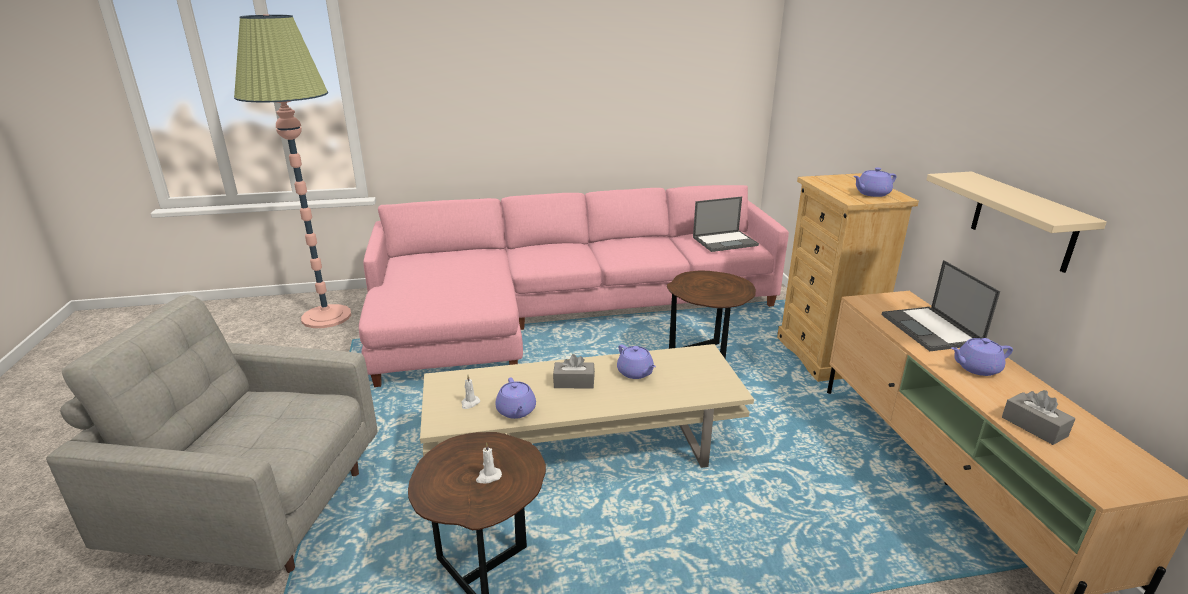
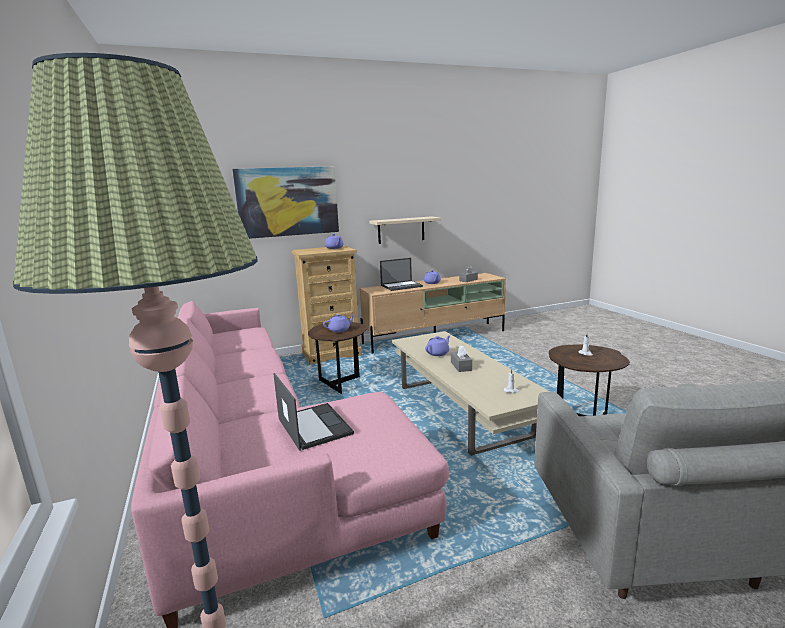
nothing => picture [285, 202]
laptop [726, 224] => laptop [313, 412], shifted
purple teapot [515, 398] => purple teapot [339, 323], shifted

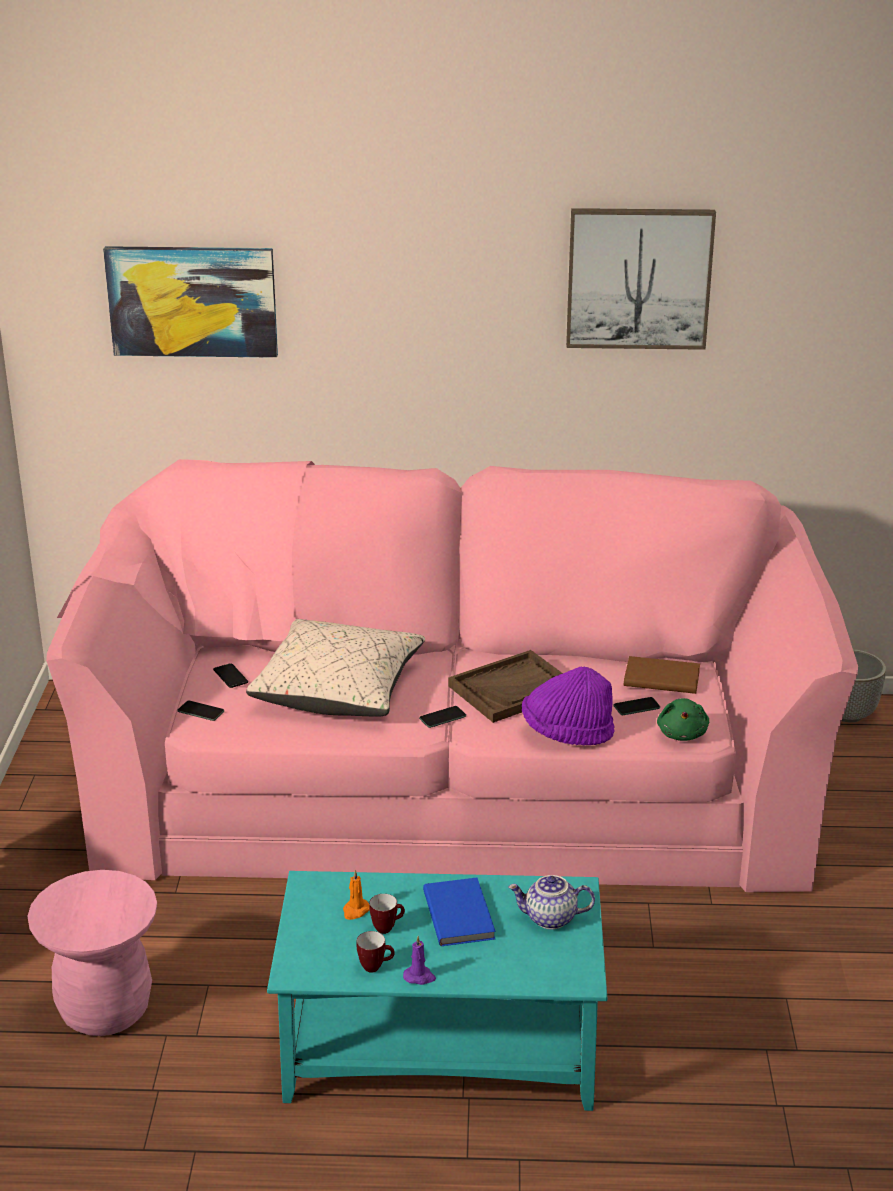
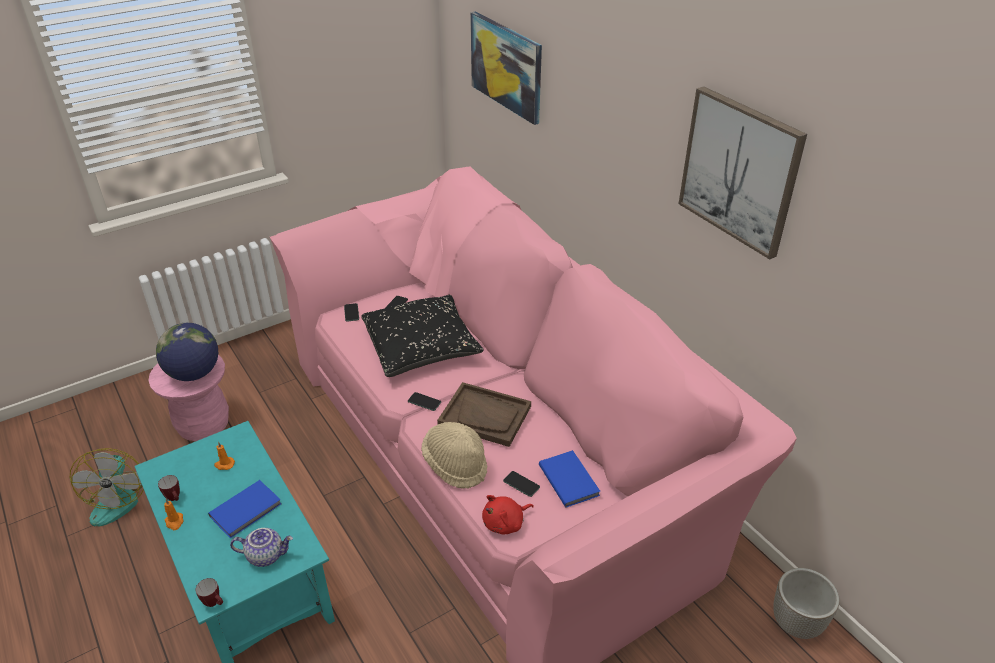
nothing => fan [107, 487]
nothing => globe [187, 352]
purple candle [419, 960] => orange candle [174, 514]
mug [387, 914] => mug [209, 592], shifted
teapot [551, 902] => teapot [261, 547], 120 degrees clockwise
beige pillow [335, 668] => black pillow [422, 336]
purple hat [568, 706] => beige hat [454, 455]
green plush toy [683, 719] => red plush toy [508, 514]
brown book [662, 675] => blue book [569, 479]

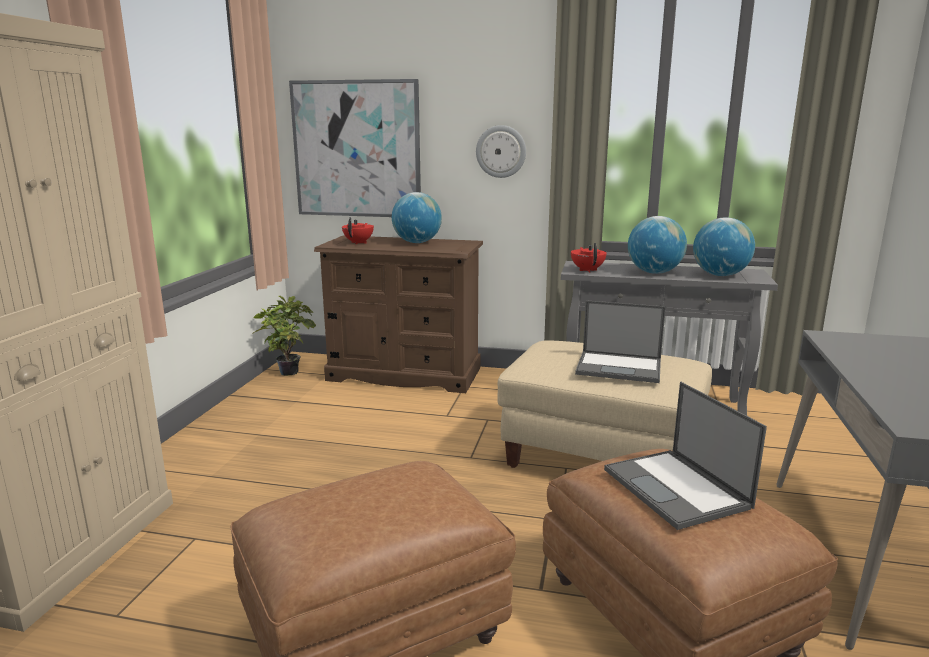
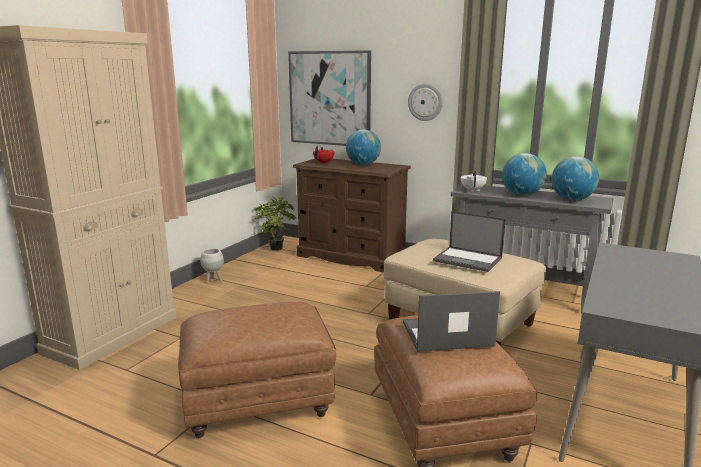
nothing => white planter [212, 266]
laptop [685, 456] => laptop [451, 321], 90 degrees clockwise
red teapot [589, 257] => white teapot [474, 181]

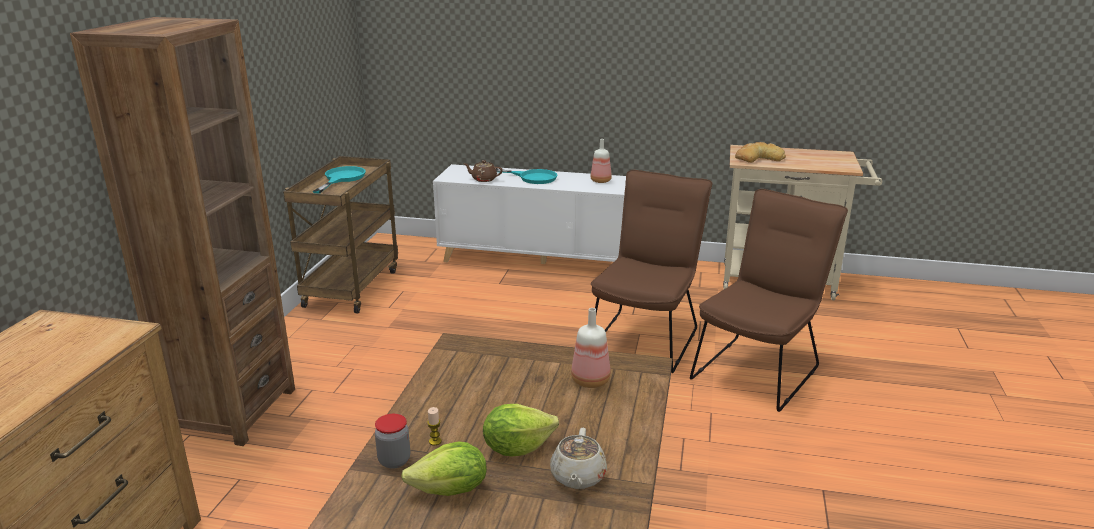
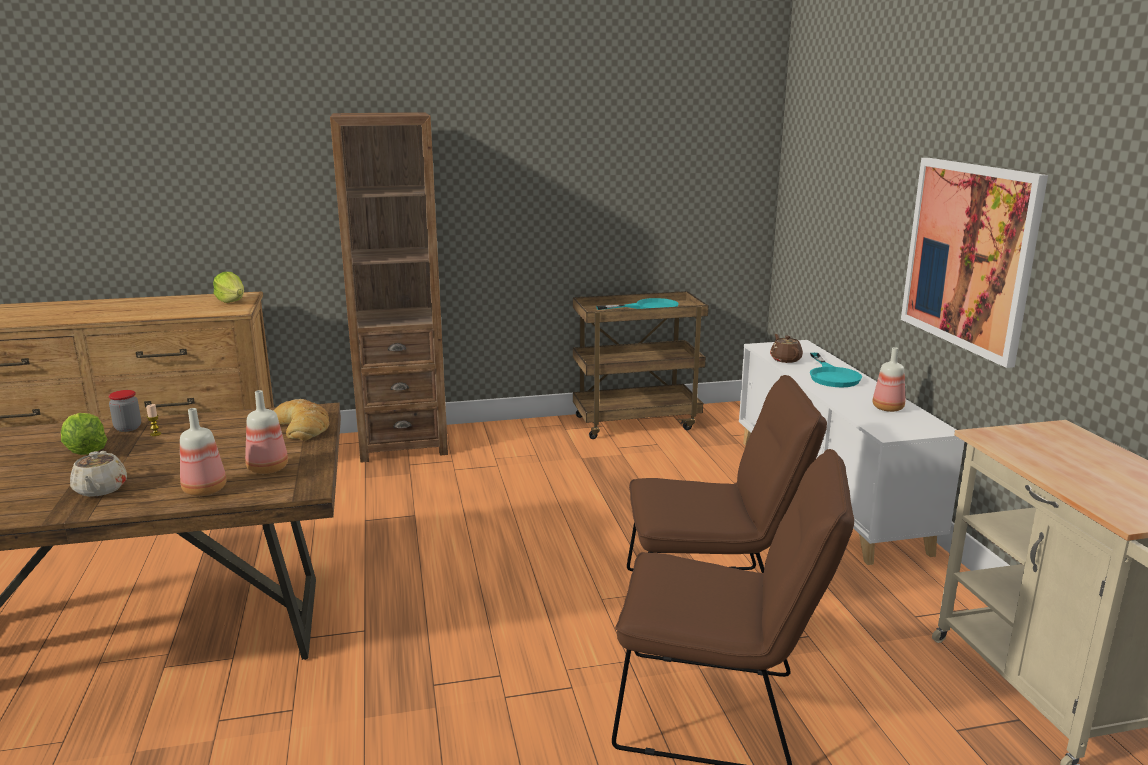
beige teapot [578, 458] => beige teapot [98, 474], 90 degrees counterclockwise
nothing => bottle [203, 452]
lettuce [521, 430] => lettuce [228, 287], shifted
bread [760, 152] => bread [301, 420], shifted
nothing => picture [974, 263]

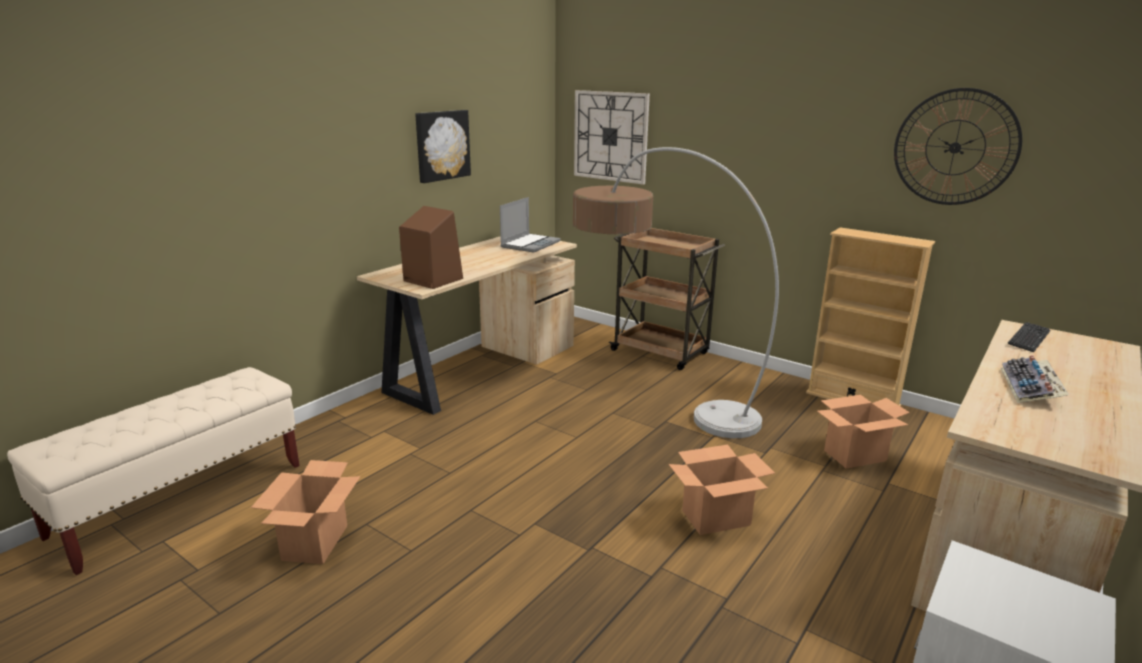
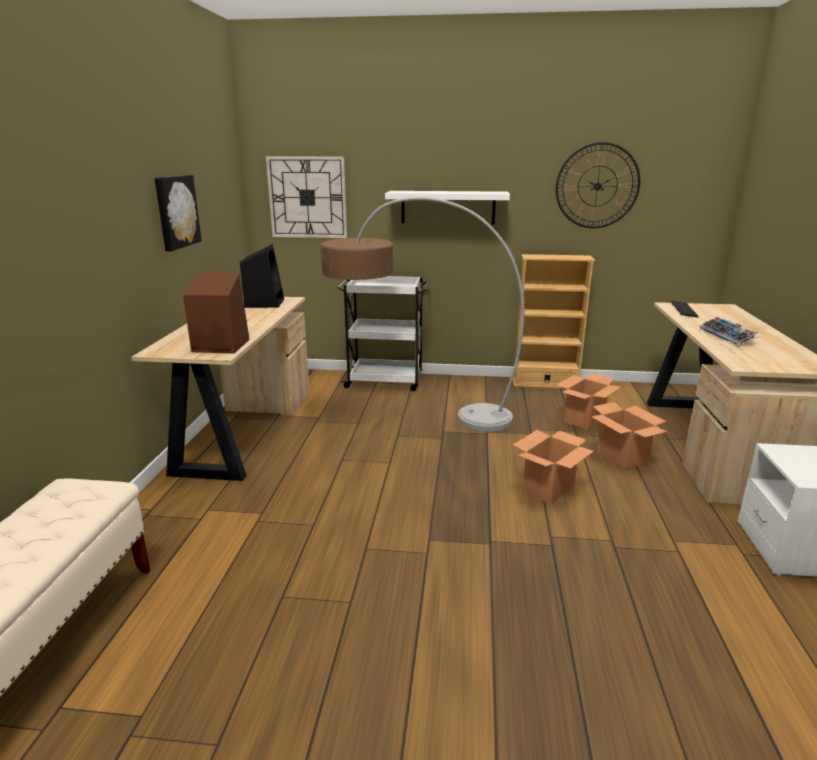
laptop [530, 225] => black speaker [262, 276]
brown cart [666, 299] => white cart [383, 333]
nothing => white shelf [447, 208]
cardboard box [306, 512] => cardboard box [629, 435], shifted

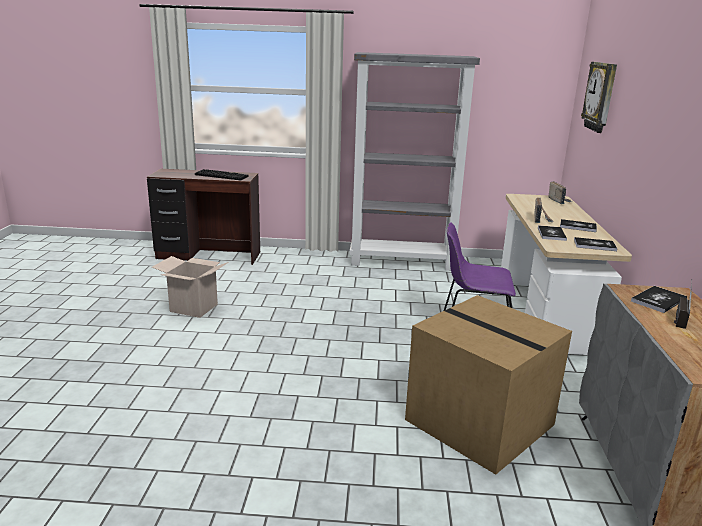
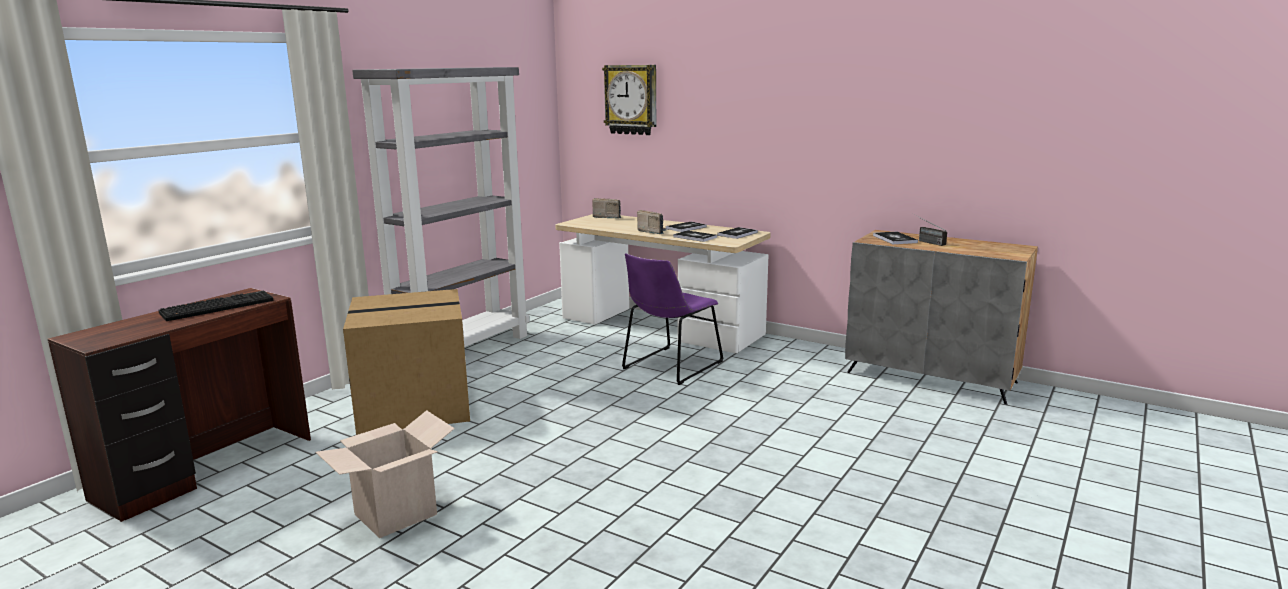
cardboard box [488, 385] => cardboard box [406, 362], shifted

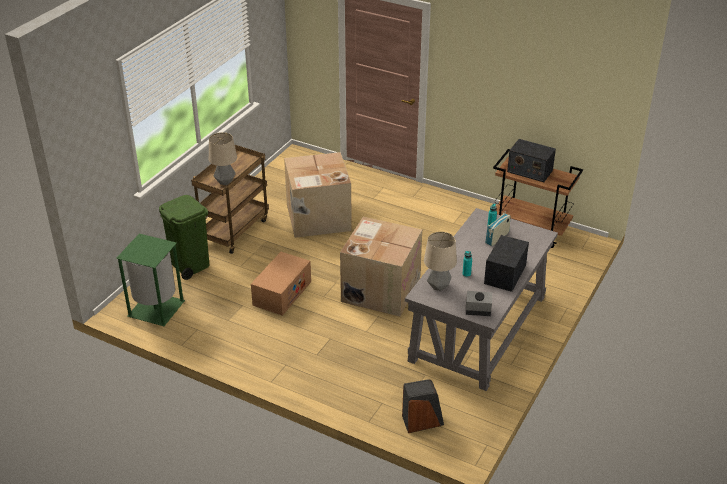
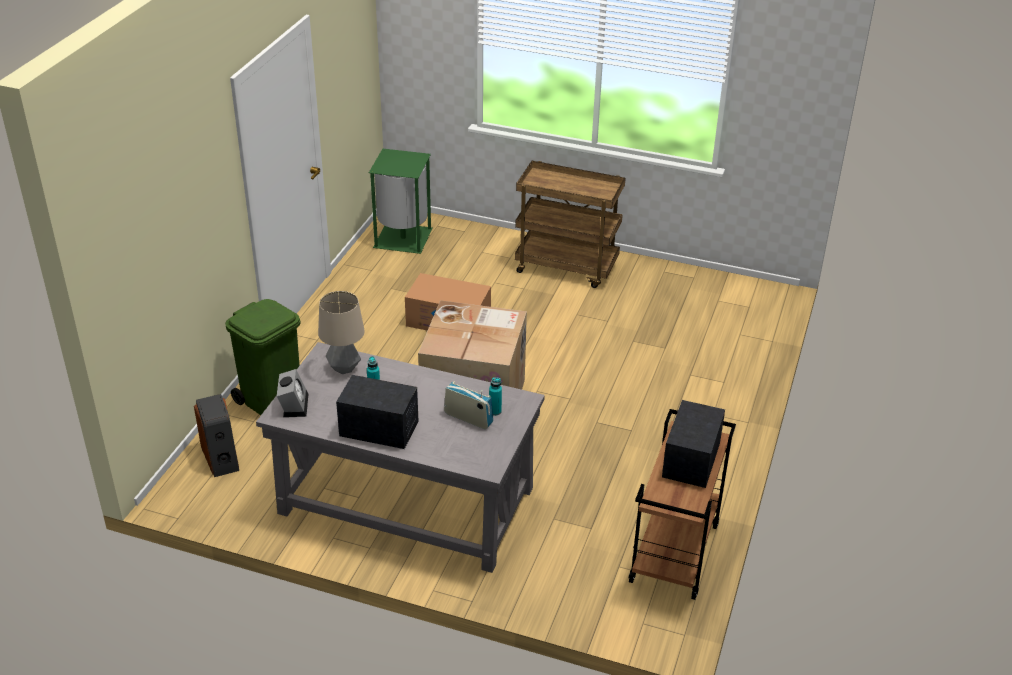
green trash can [184, 237] => green trash can [262, 357], shifted
table lamp [223, 158] => nothing
cardboard box [318, 195] => nothing

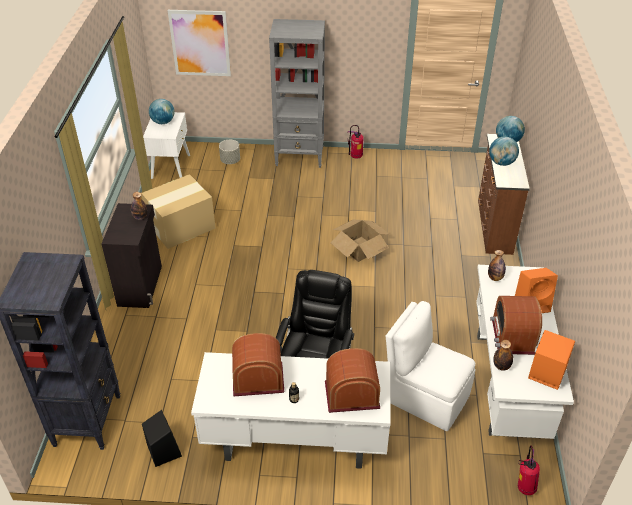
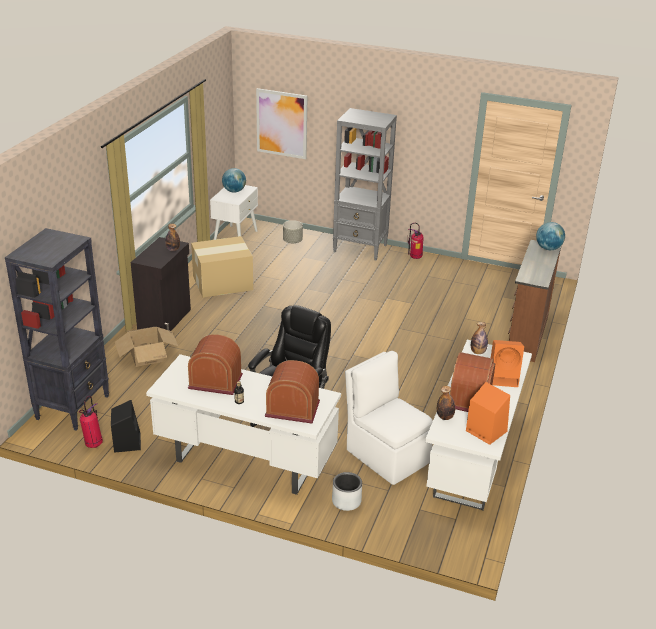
fire extinguisher [529, 470] => fire extinguisher [91, 422], shifted
cardboard box [360, 240] => cardboard box [147, 347], shifted
nothing => grey planter [347, 491]
globe [504, 151] => nothing

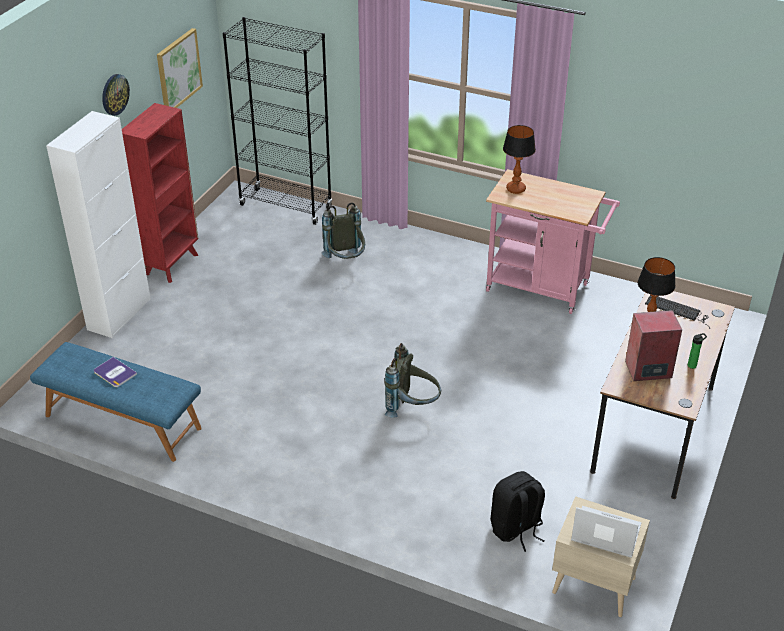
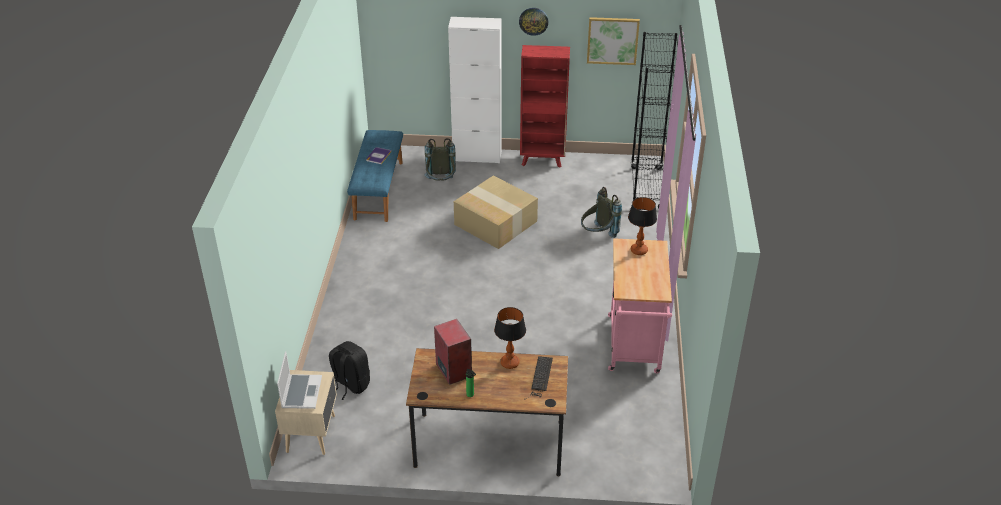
grey backpack [412, 380] => grey backpack [440, 159], shifted
nothing => cardboard box [496, 212]

